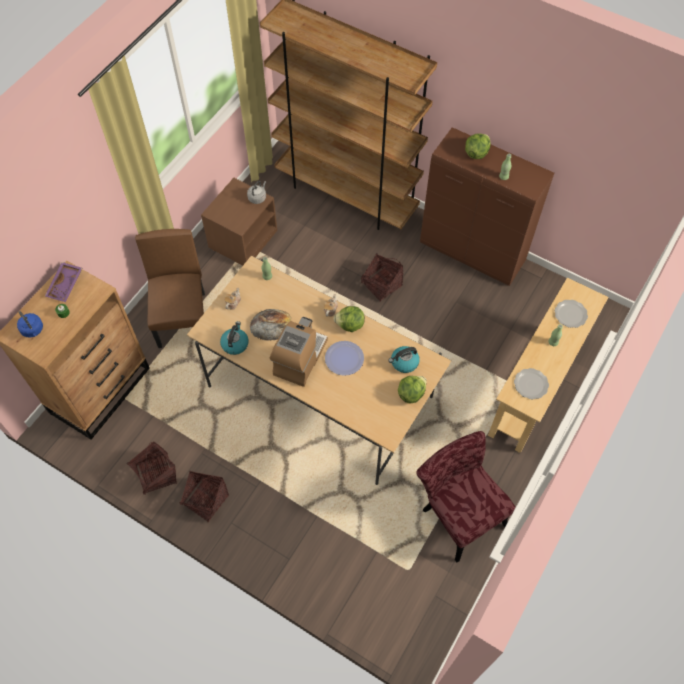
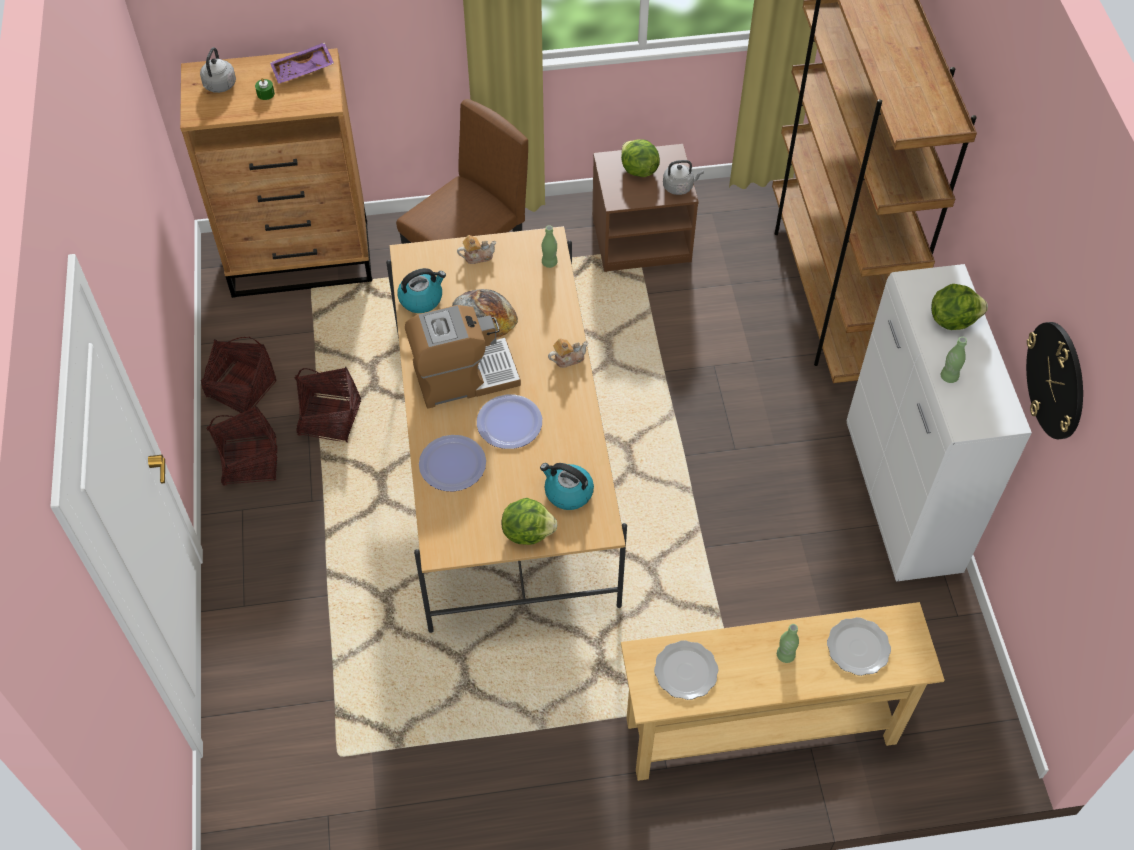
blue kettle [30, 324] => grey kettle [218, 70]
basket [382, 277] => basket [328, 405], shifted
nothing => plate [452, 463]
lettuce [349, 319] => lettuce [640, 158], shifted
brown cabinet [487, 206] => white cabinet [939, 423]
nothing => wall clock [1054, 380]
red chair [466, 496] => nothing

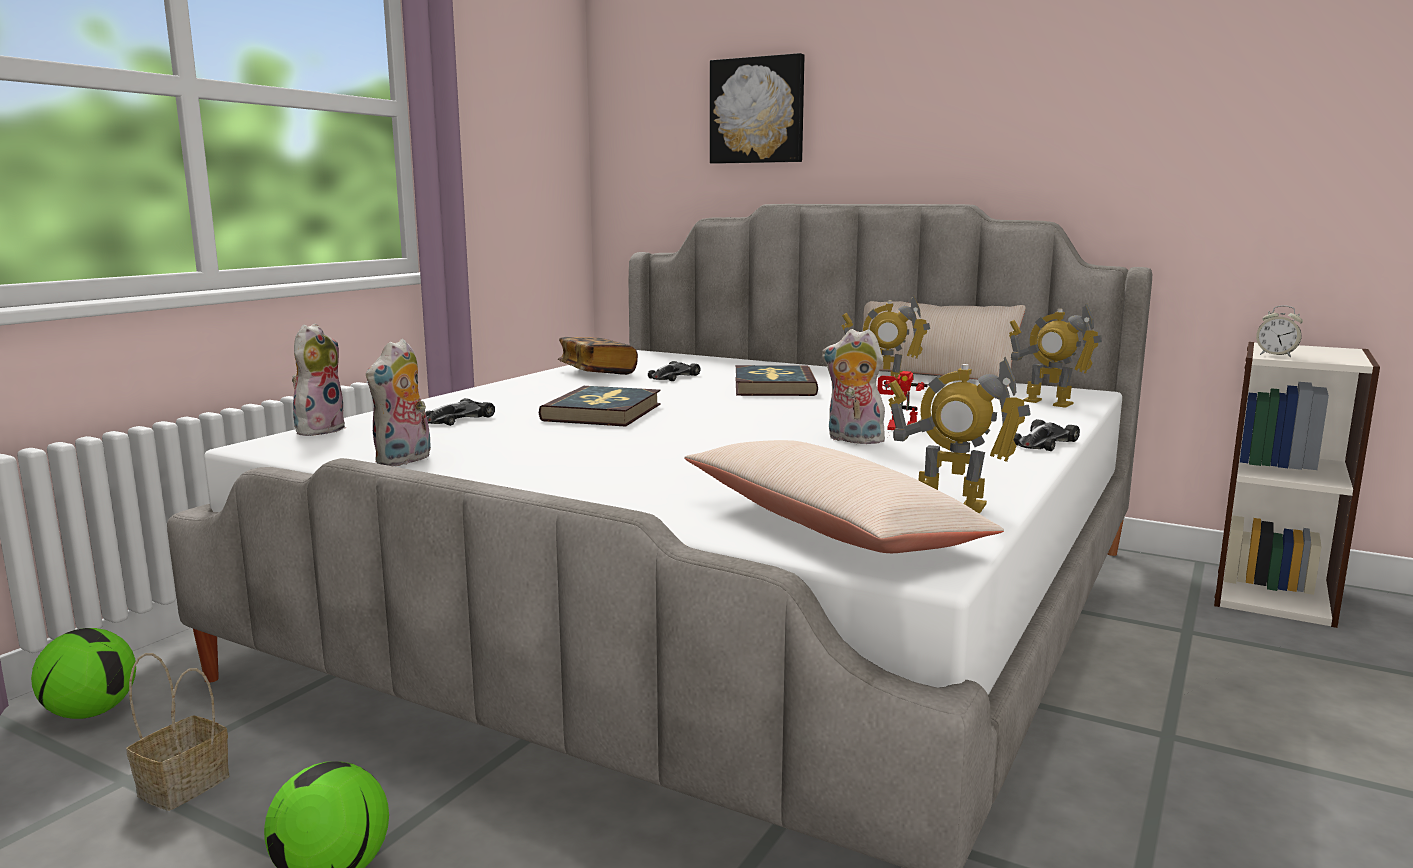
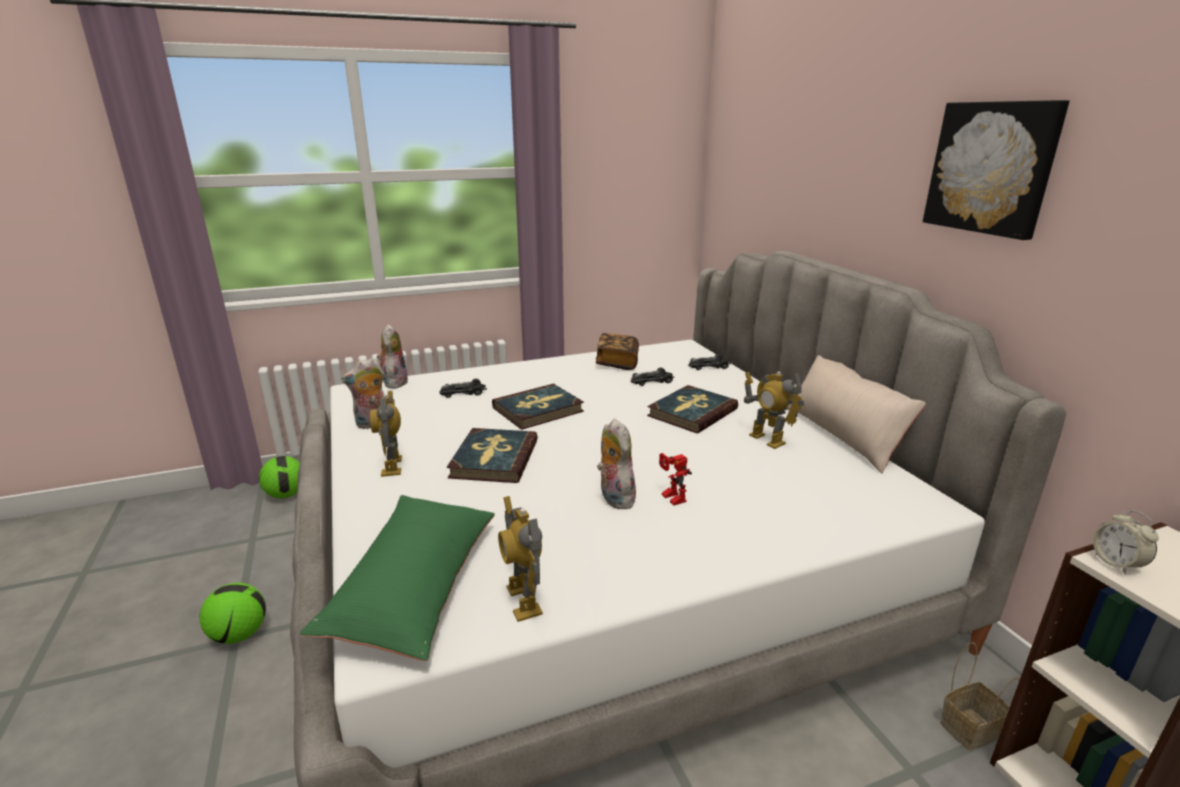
beige pillow [844, 496] => green pillow [397, 578]
toy robot [1055, 356] => toy robot [386, 434], shifted
plush toy [319, 379] => plush toy [392, 356], 60 degrees counterclockwise
nothing => book [492, 455]
toy car [1047, 435] => toy car [709, 362], shifted
picture [757, 108] => picture [996, 170], shifted
basket [177, 732] => basket [980, 696], shifted

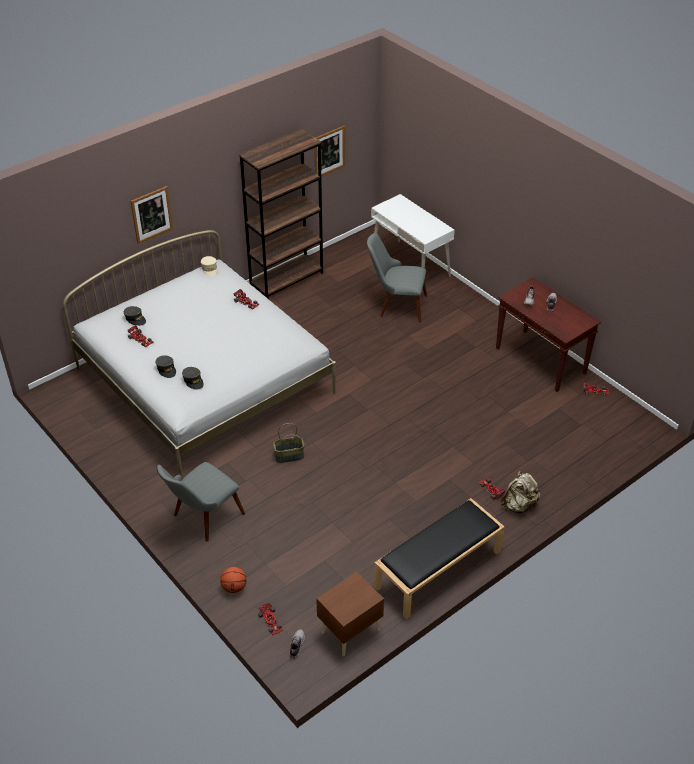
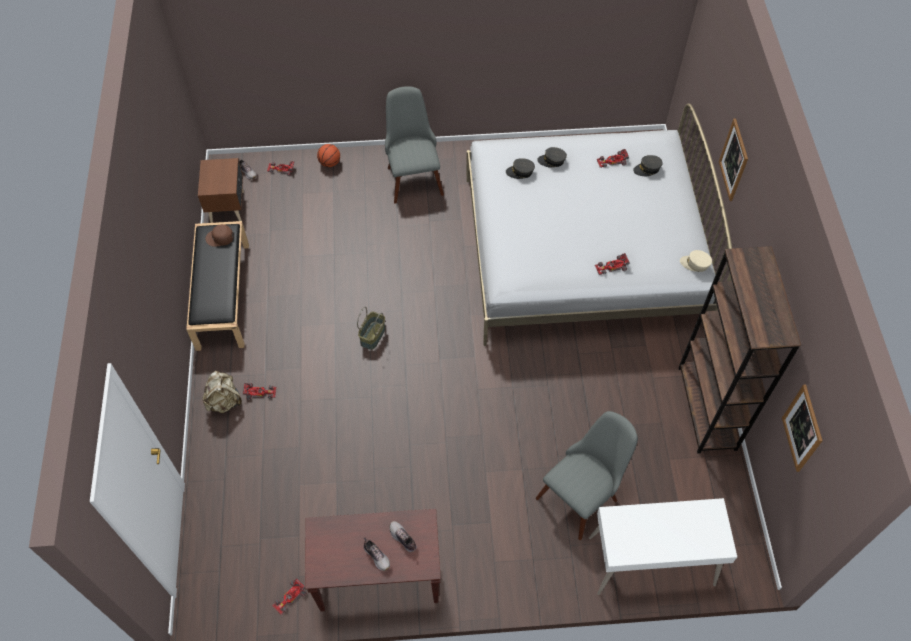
nothing => brown cap [219, 235]
basket [288, 443] => basket [371, 328], shifted

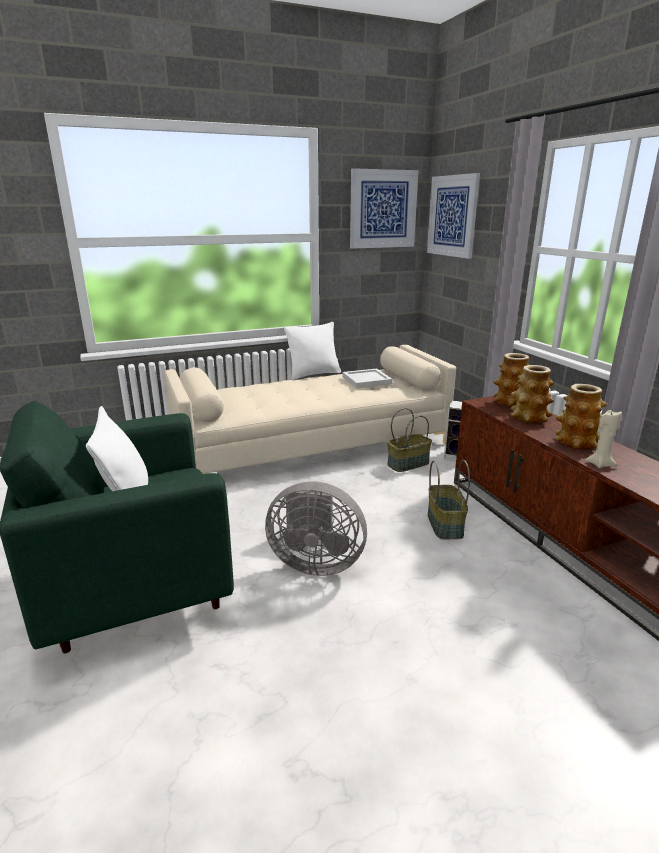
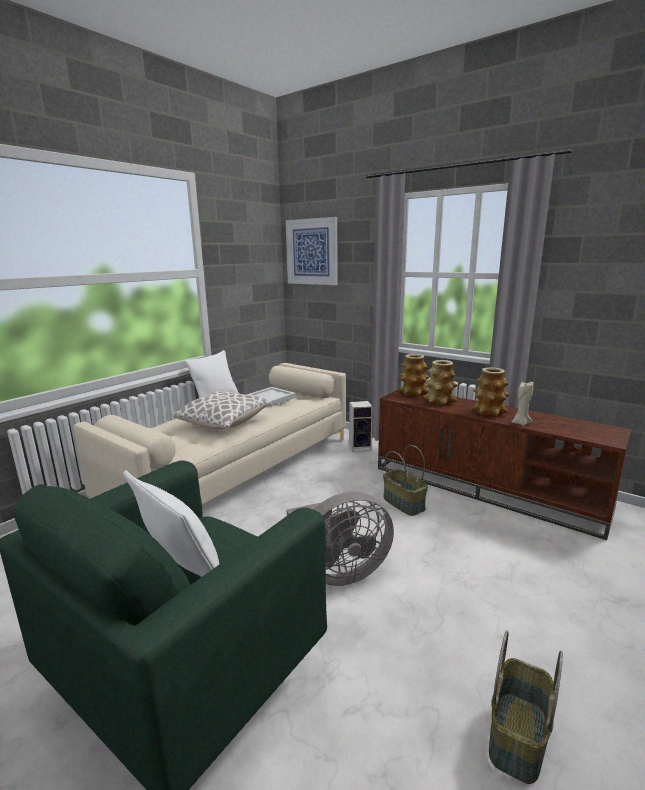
nothing => pillow [222, 410]
basket [409, 440] => basket [526, 707], shifted
picture [384, 208] => nothing

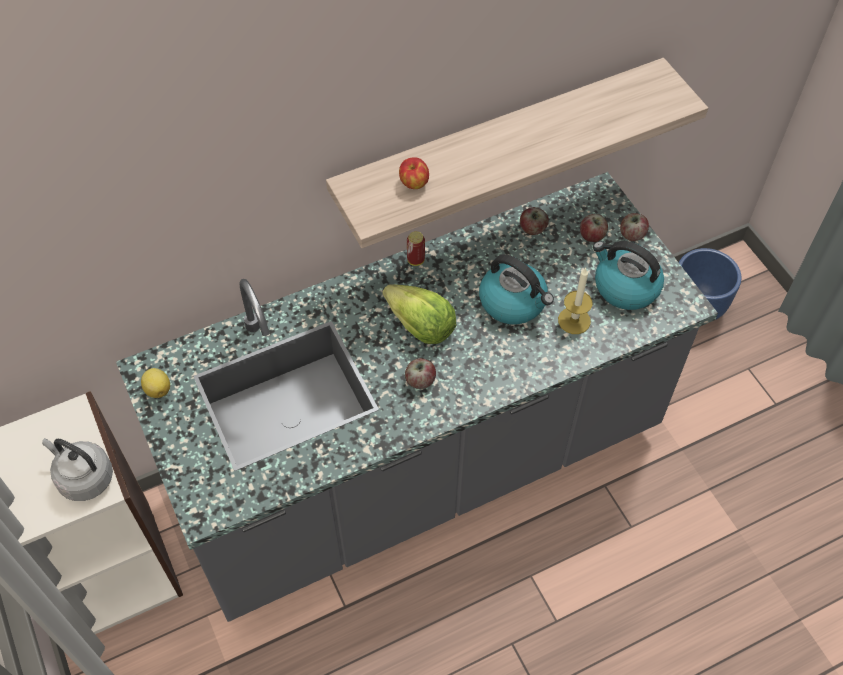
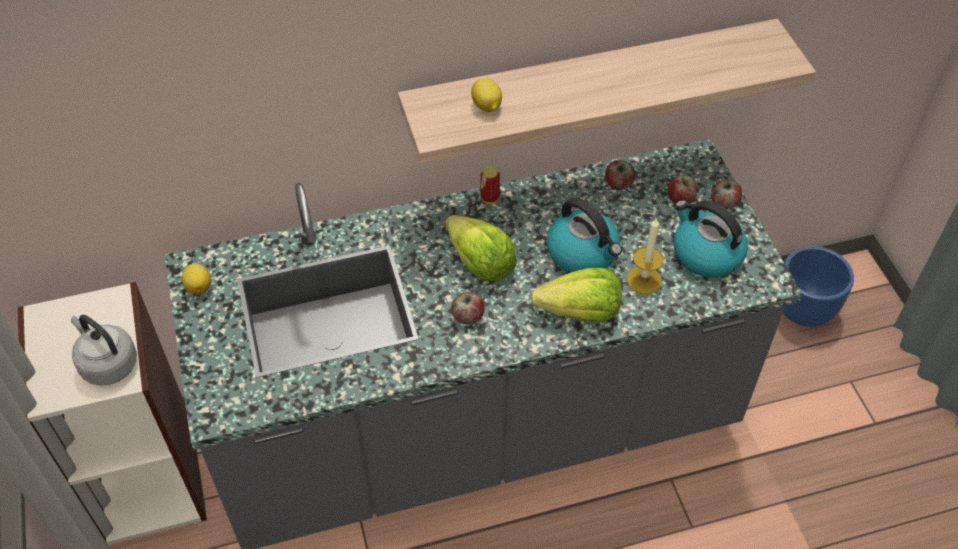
apple [414, 173] => lemon [486, 95]
nothing => lettuce [576, 294]

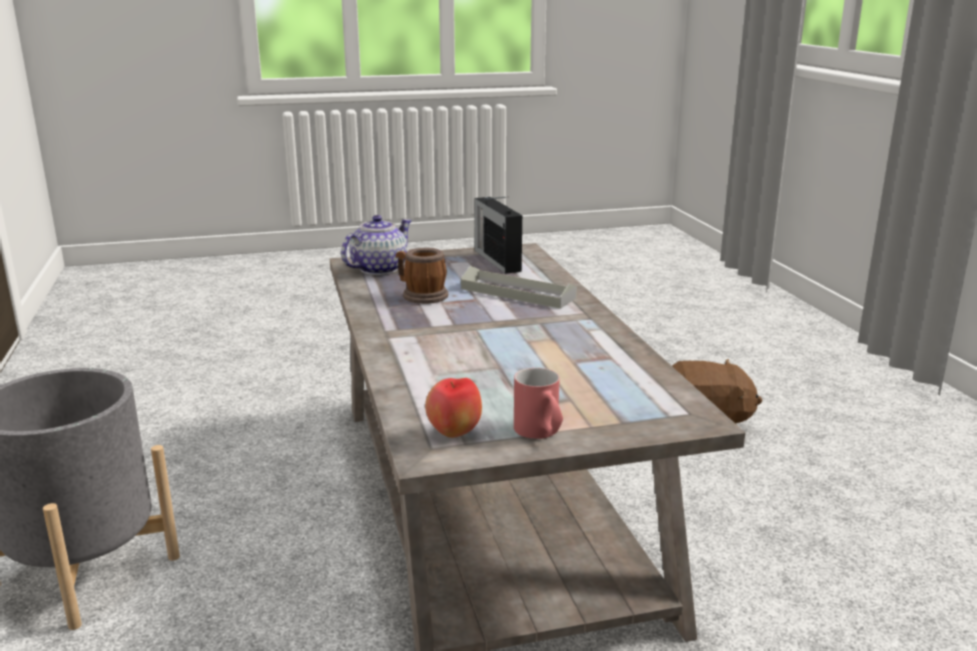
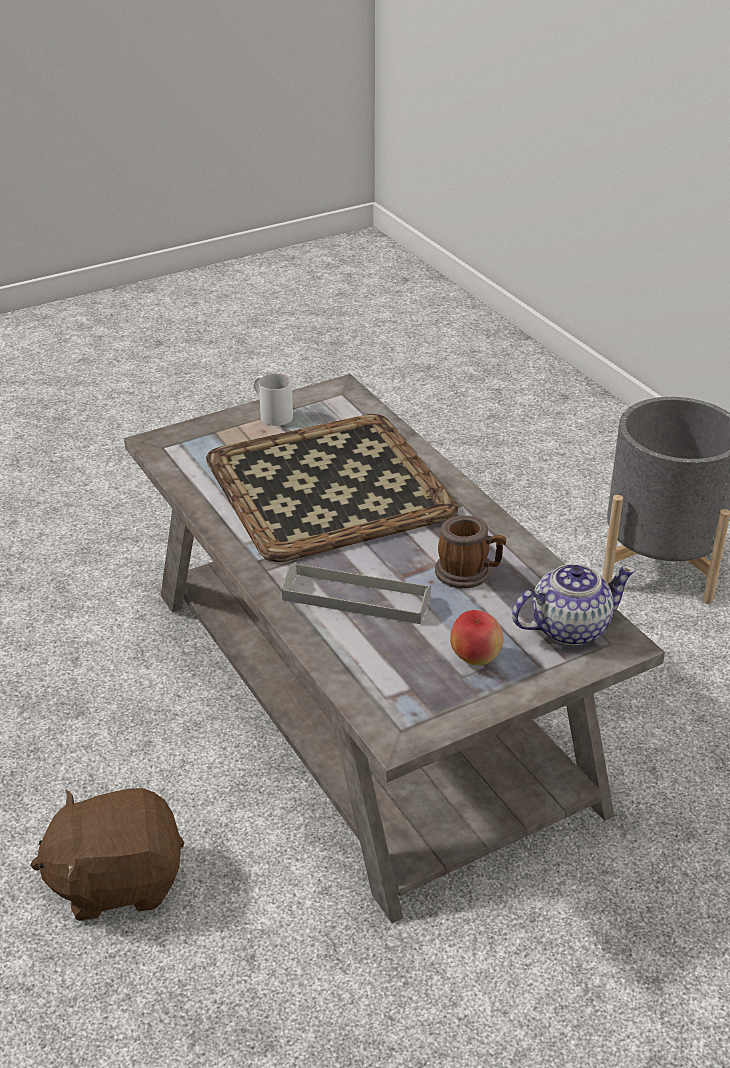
nothing => tray [332, 488]
red mug [538, 403] => white mug [273, 399]
apple [453, 408] => apple [477, 637], shifted
teapot [376, 245] => teapot [574, 604], 135 degrees counterclockwise
radio [498, 235] => nothing

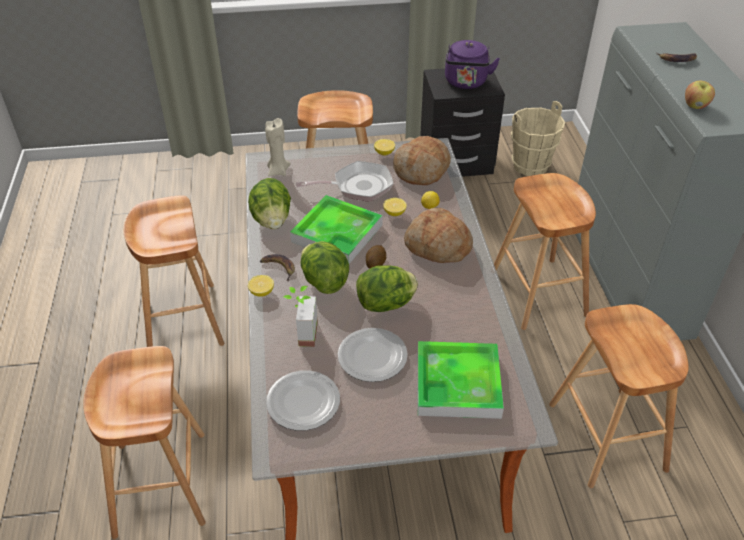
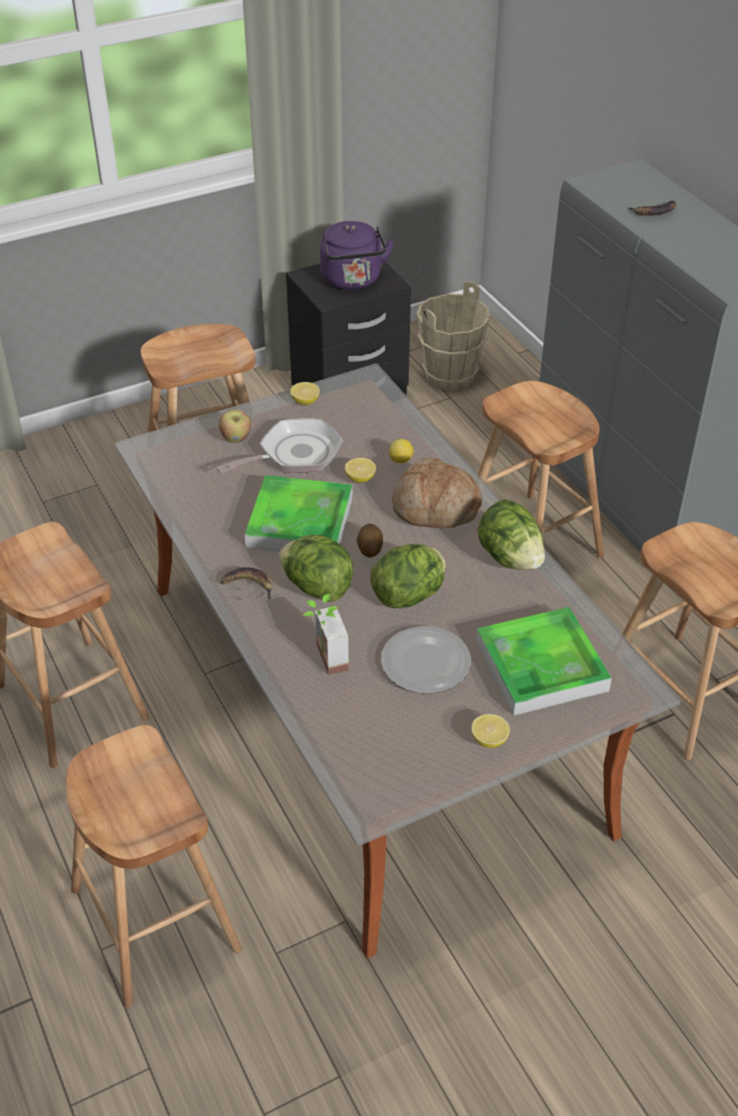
apple [700, 94] => apple [235, 426], shifted
lemon [261, 286] => lemon [490, 731], shifted
lettuce [269, 203] => lettuce [511, 535], shifted
beige candle [278, 147] => nothing
plate [303, 400] => nothing
bread [422, 160] => nothing

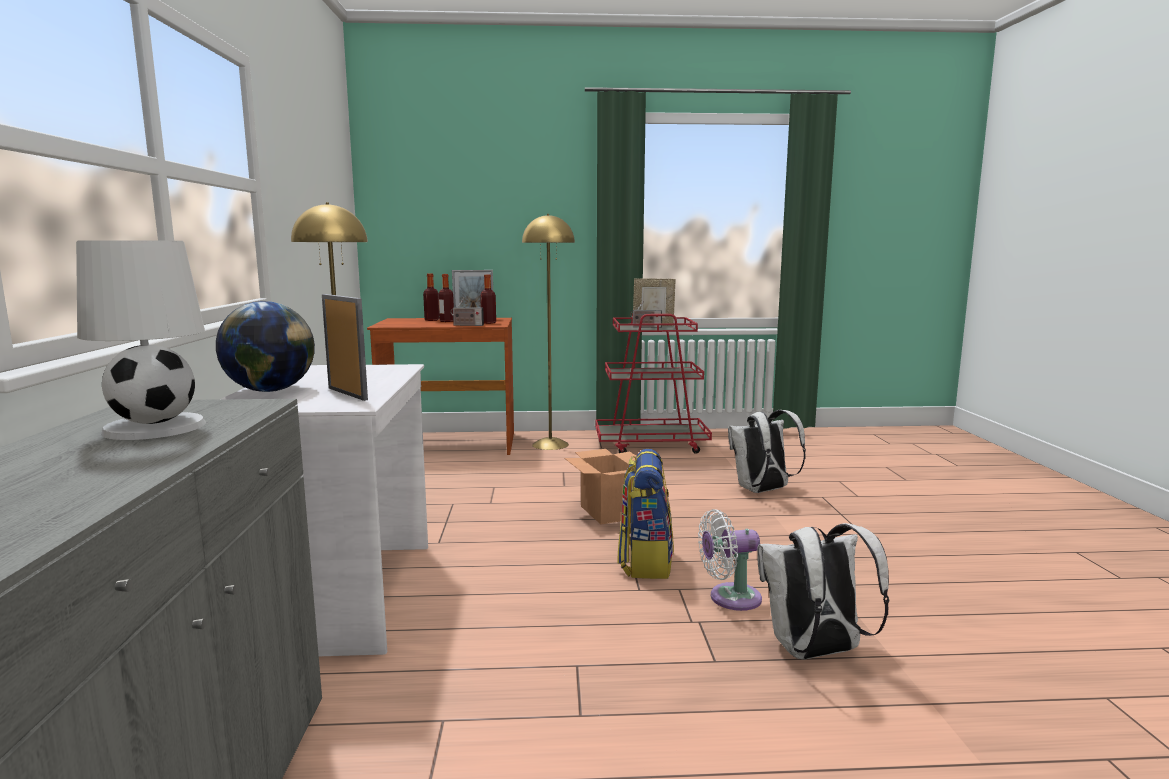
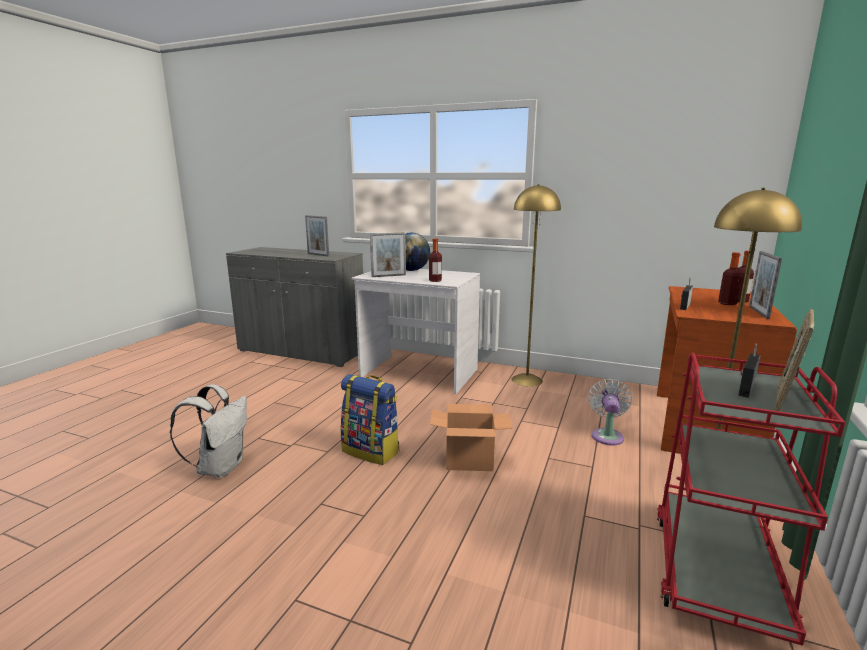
white table lamp [141, 340] => picture frame [317, 235]
bottle [488, 299] => bottle [435, 260], shifted
white fan [730, 560] => white fan [610, 412], shifted
white backpack [767, 451] => nothing

